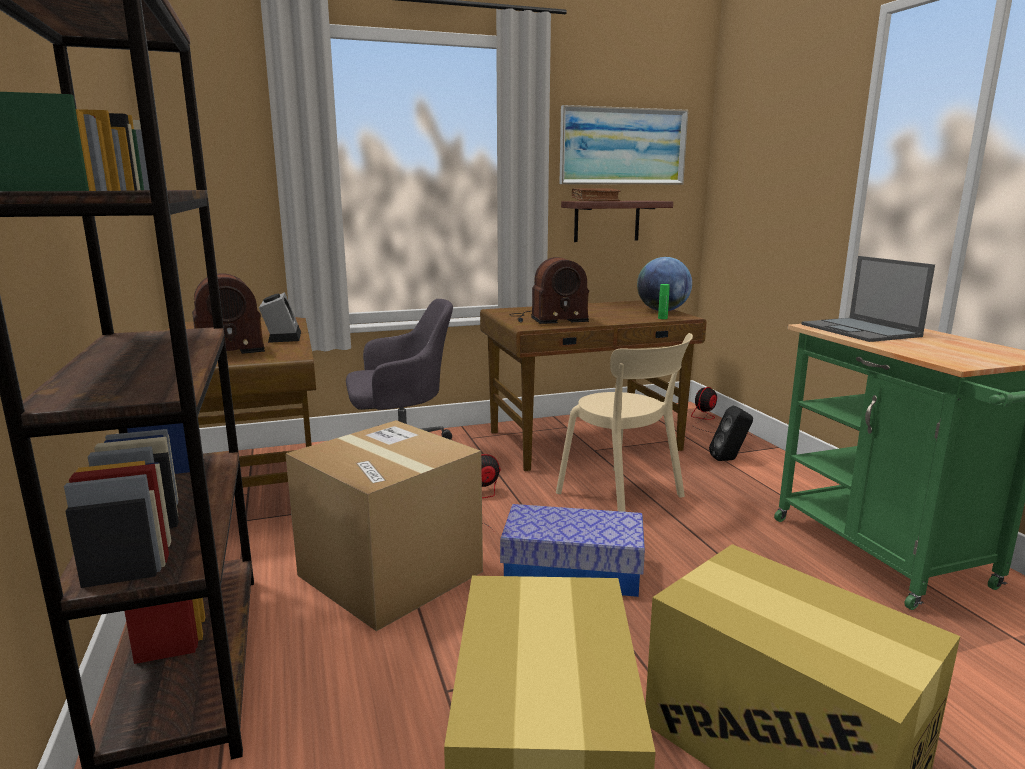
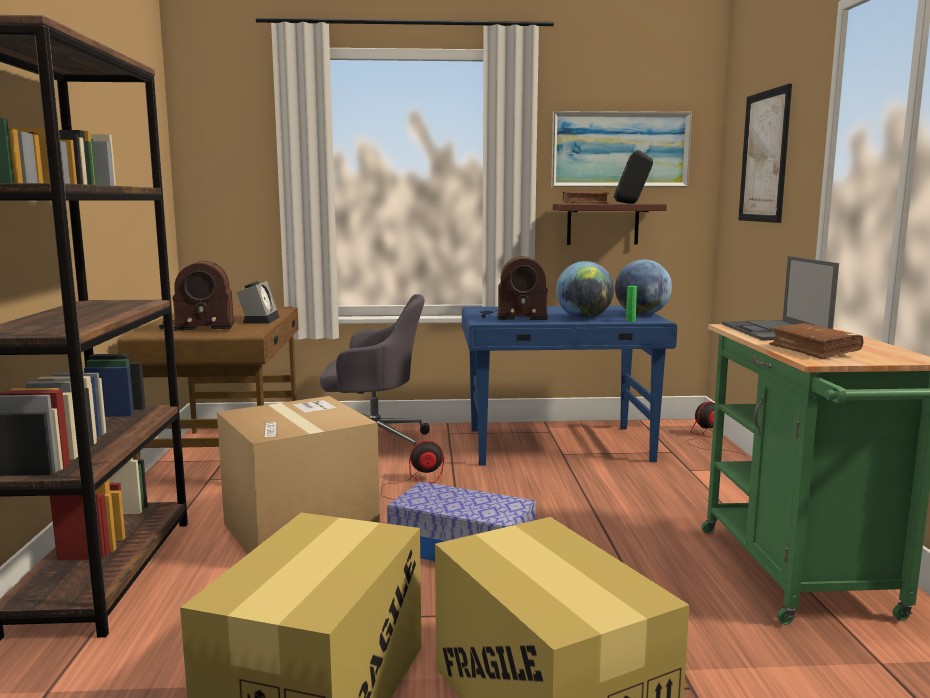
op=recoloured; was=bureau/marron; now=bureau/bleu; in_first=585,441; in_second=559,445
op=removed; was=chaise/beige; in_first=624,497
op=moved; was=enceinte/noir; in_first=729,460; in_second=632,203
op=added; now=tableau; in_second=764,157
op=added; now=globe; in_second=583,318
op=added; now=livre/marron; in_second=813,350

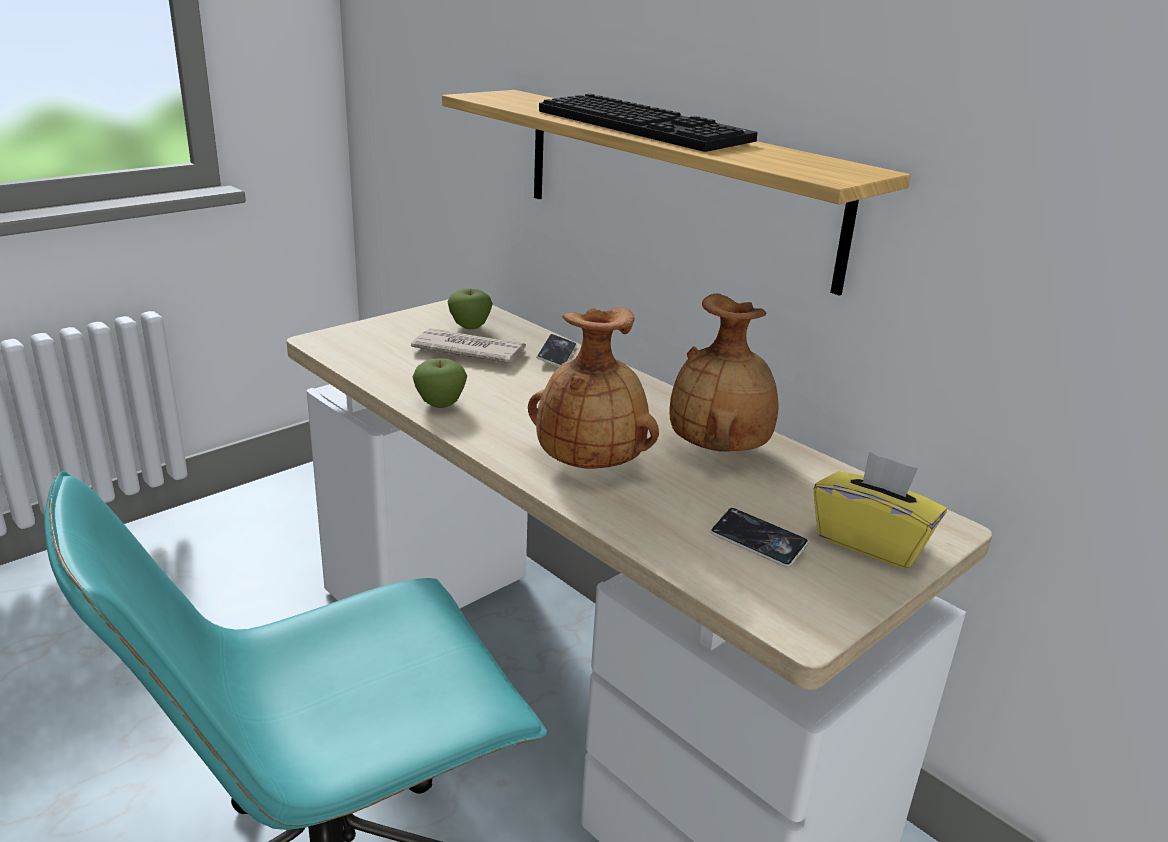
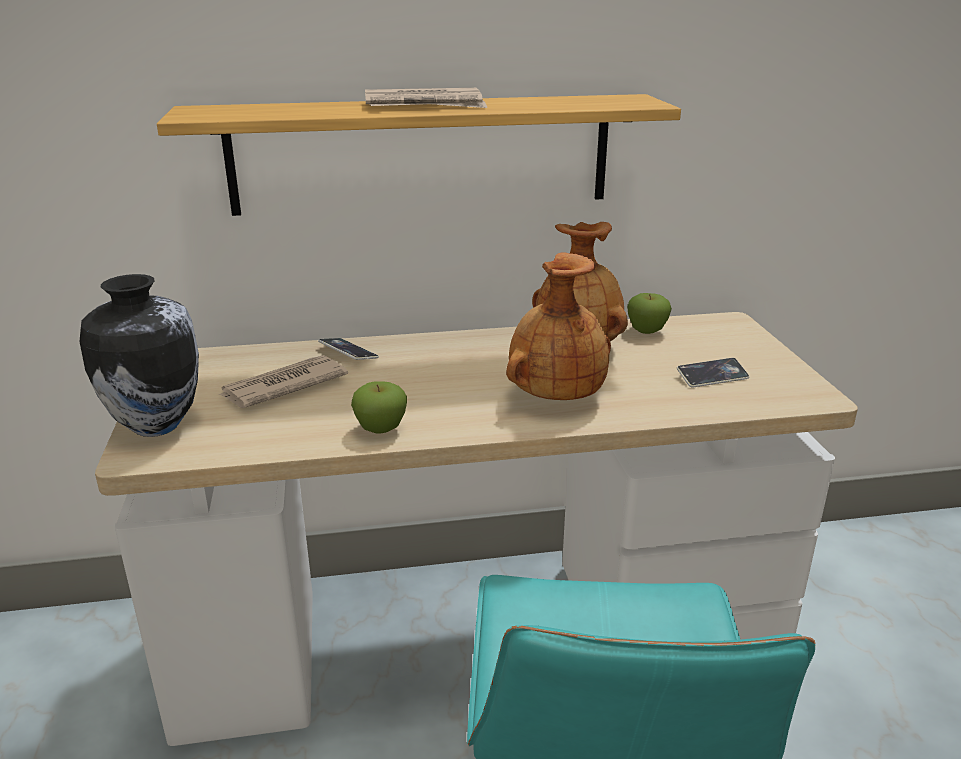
op=replaced; was=clavier; now=journal; in_first=645,127; in_second=425,105
op=moved; was=pomme; in_first=470,327; in_second=646,331
op=removed; was=boîte à mouchoirs/jaune; in_first=871,542
op=added; now=vase; in_second=156,425

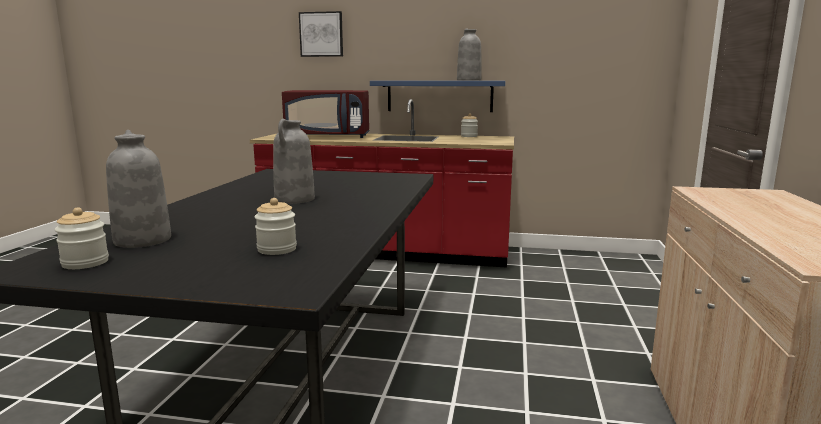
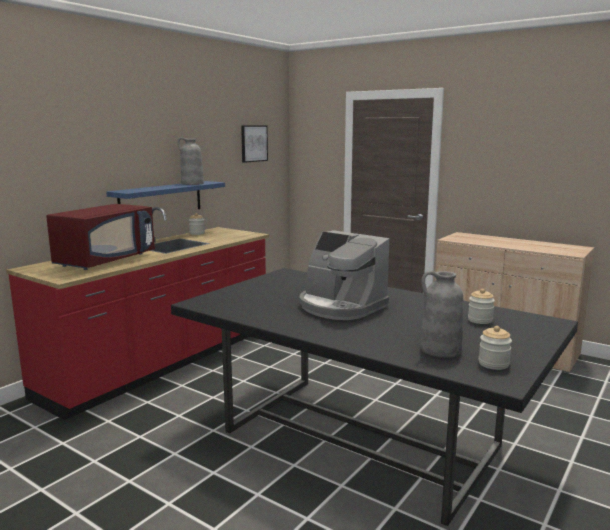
op=moved; was=tableau; in_first=321,34; in_second=253,143
op=replaced; was=vase/gris; now=machine à café; in_first=294,199; in_second=340,306

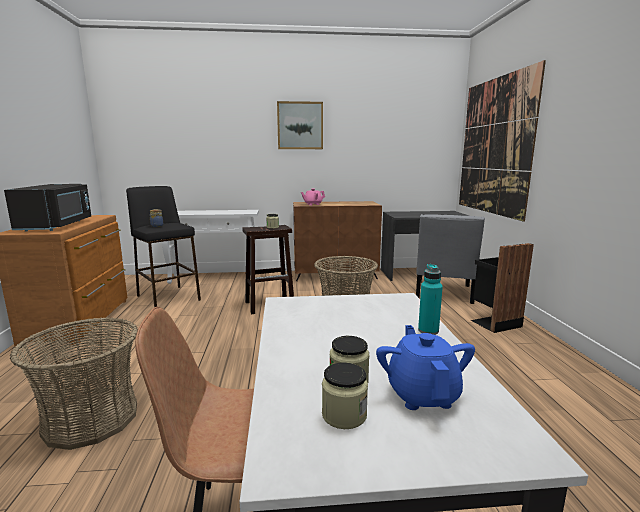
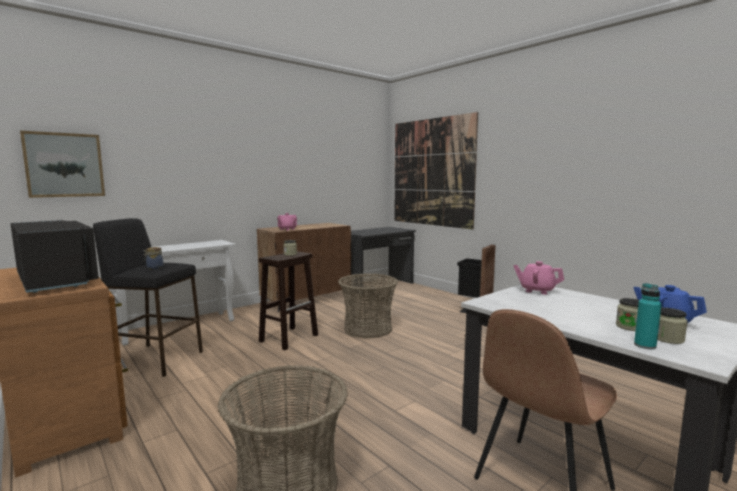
op=moved; was=tableau; in_first=300,126; in_second=64,165
op=removed; was=chaise/gris; in_first=443,293
op=moved; was=bouteille/turquoise; in_first=428,330; in_second=645,345
op=added; now=théière/rose; in_second=537,290

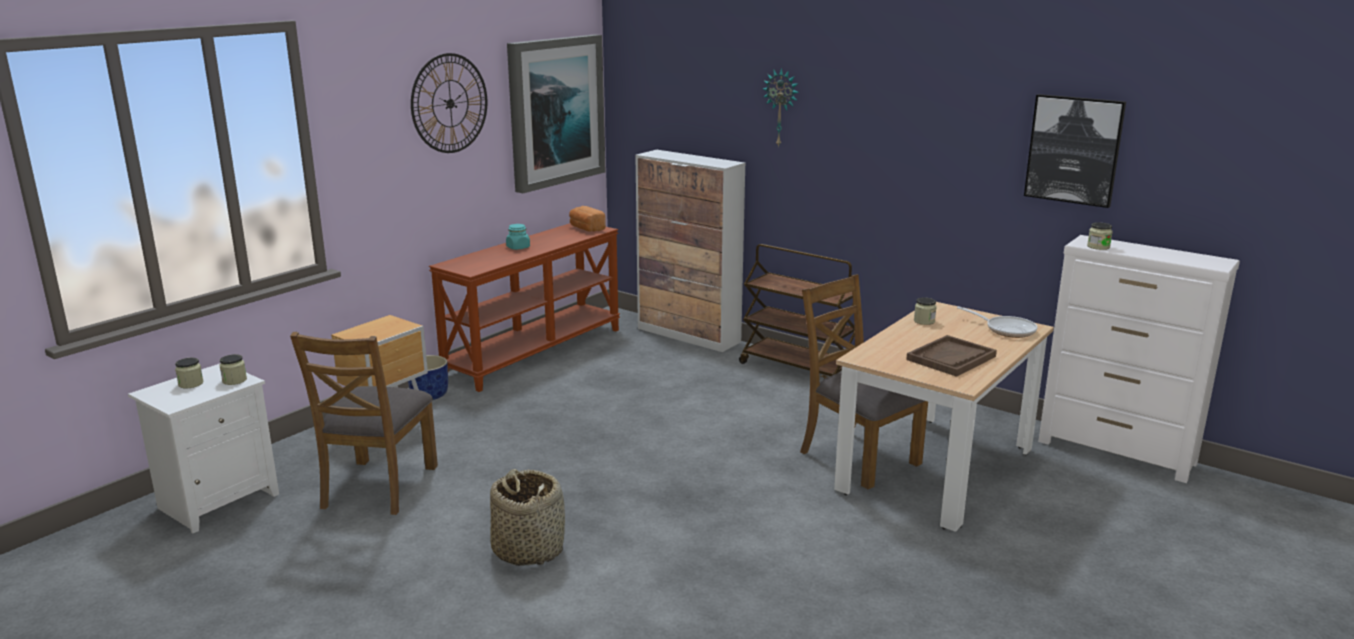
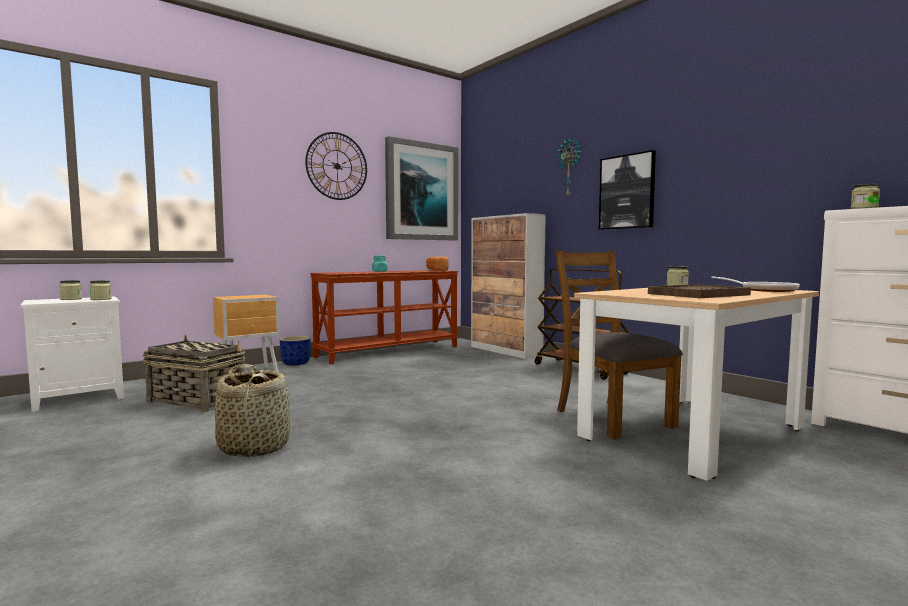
op=moved; was=tableau; in_first=1074,150; in_second=627,192
op=replaced; was=chaise/marron; now=panier; in_first=378,486; in_second=195,400

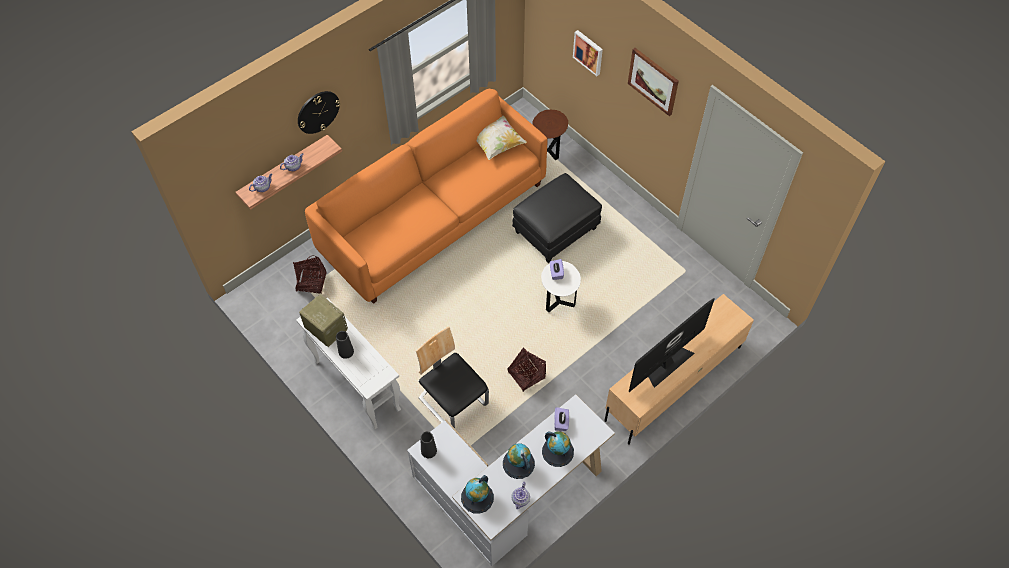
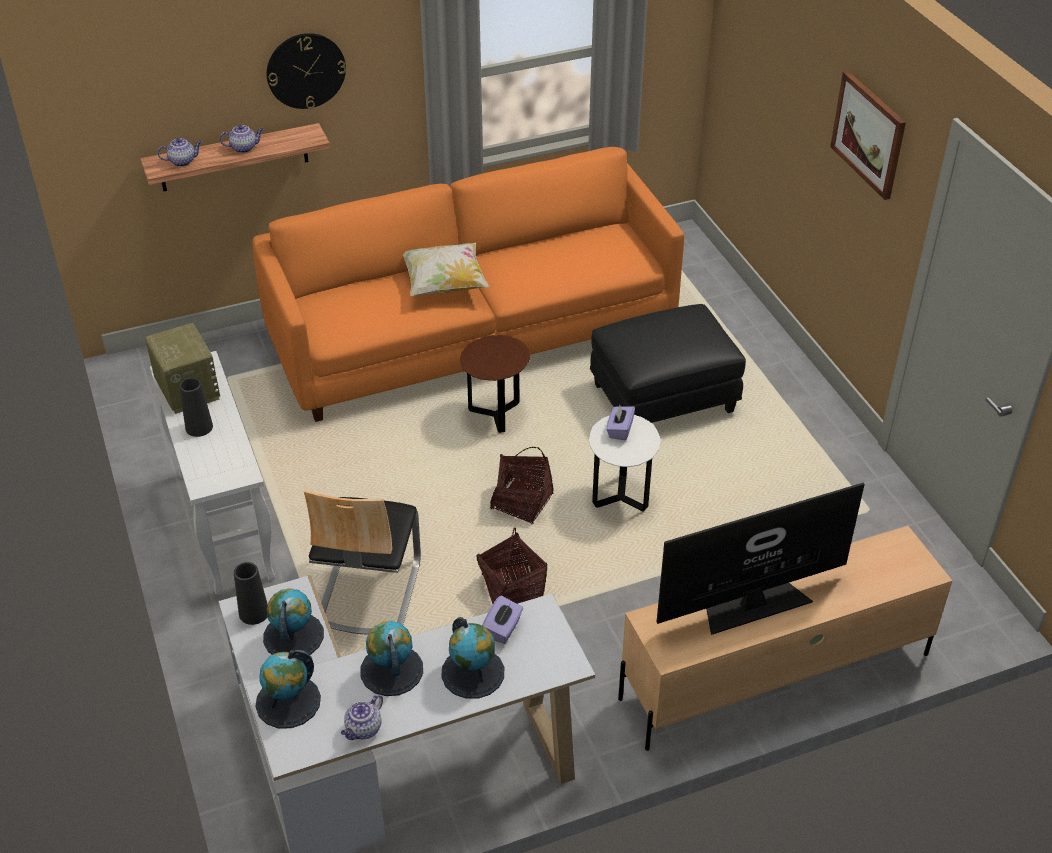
op=removed; was=tableau; in_first=588,52
op=moved; was=table d'appoint/marron; in_first=548,150; in_second=496,415
op=moved; was=coussin; in_first=497,144; in_second=445,284
op=moved; was=panier; in_first=311,282; in_second=521,502
op=turned; was=chaise; in_first=453,401; in_second=368,592; clockwise=-150
op=added; now=globe; in_second=293,636

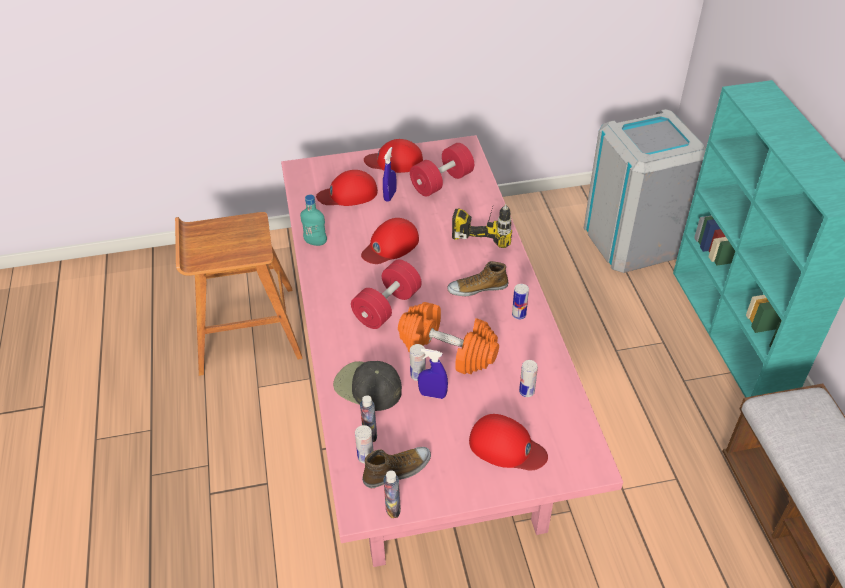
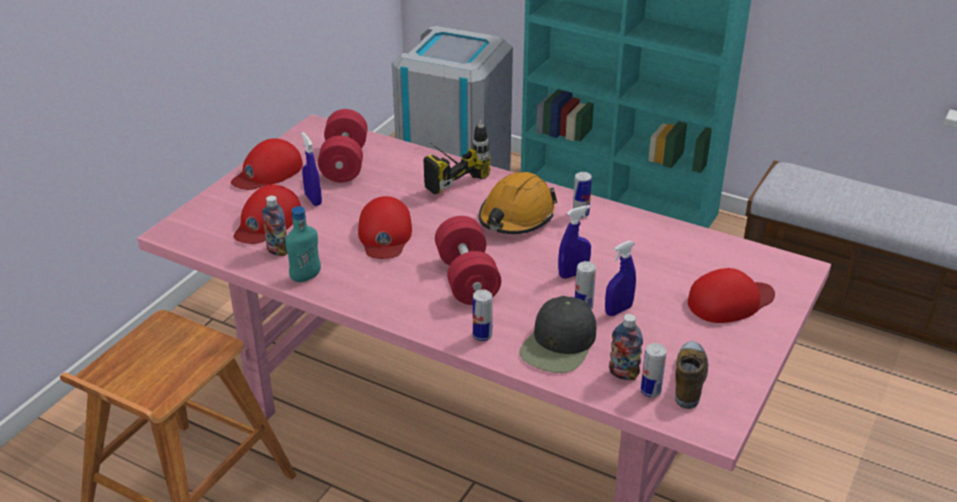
op=replaced; was=chaussure; now=casque de chantier/orange; in_first=477,288; in_second=516,217
op=replaced; was=haltère/orange; now=vaporisateur/bleu; in_first=447,351; in_second=573,274
op=moved; was=boîte métallique; in_first=526,391; in_second=482,336
op=turned; was=casquette/noir; in_first=367,387; in_second=559,345; clockwise=-45
op=moved; was=bouteille; in_first=393,508; in_second=278,251

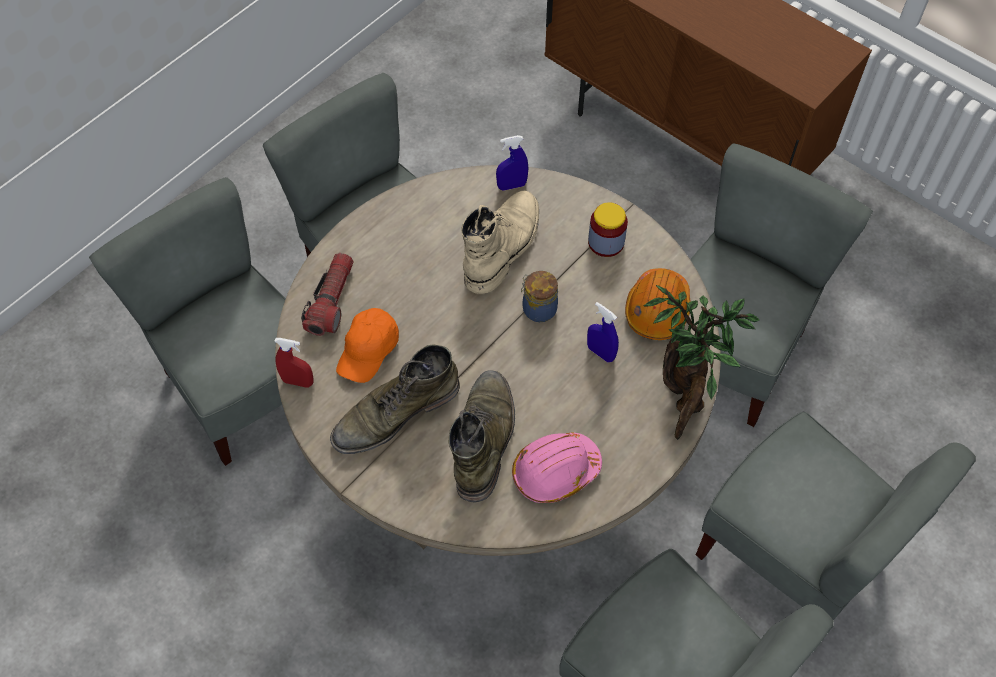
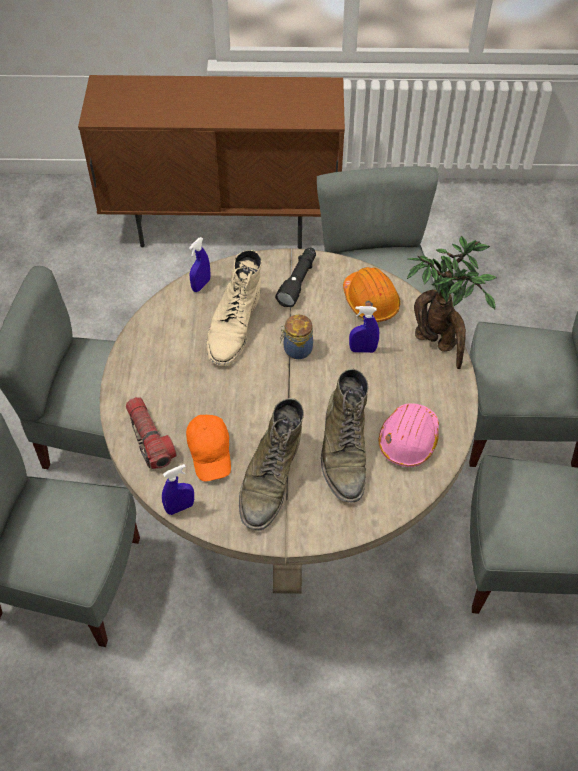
op=turned; was=botte/beige; in_first=503,246; in_second=234,326; clockwise=-150
op=replaced; was=bocal; now=lampe de poche/noir; in_first=606,242; in_second=298,282
op=recoloured; was=vaporisateur/rouge; now=vaporisateur/bleu; in_first=298,381; in_second=180,507
op=turned; was=botte/vert; in_first=484,438; in_second=344,452; clockwise=-150

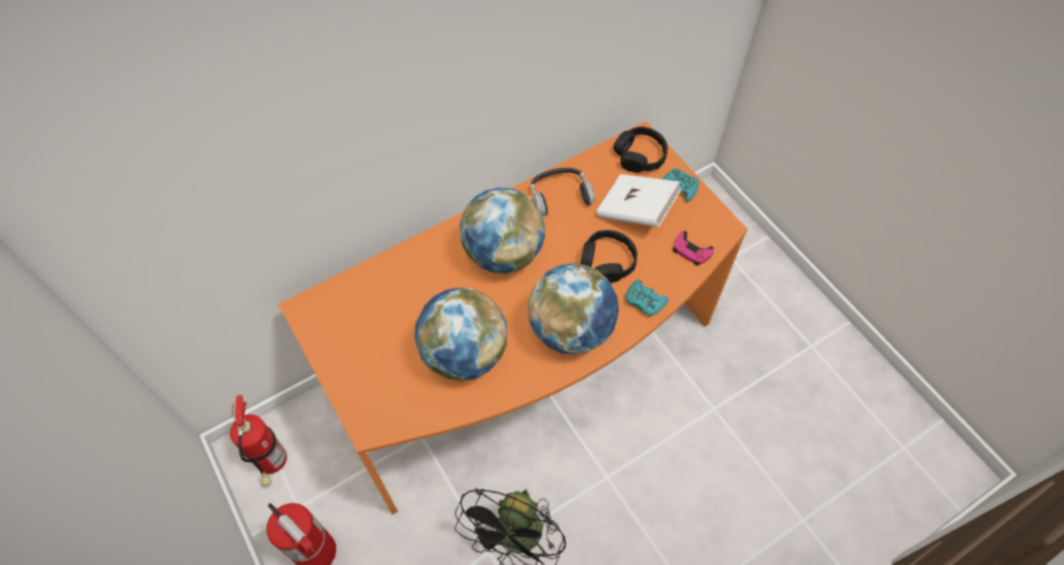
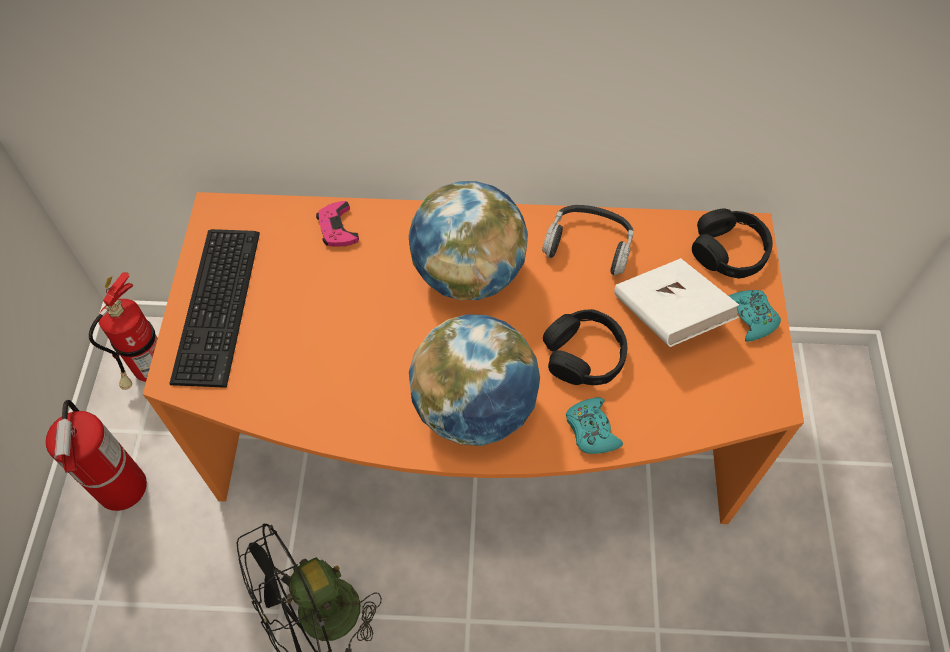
op=moved; was=manette/rose; in_first=691,251; in_second=337,228
op=removed; was=globe; in_first=464,354
op=added; now=clavier; in_second=221,303

